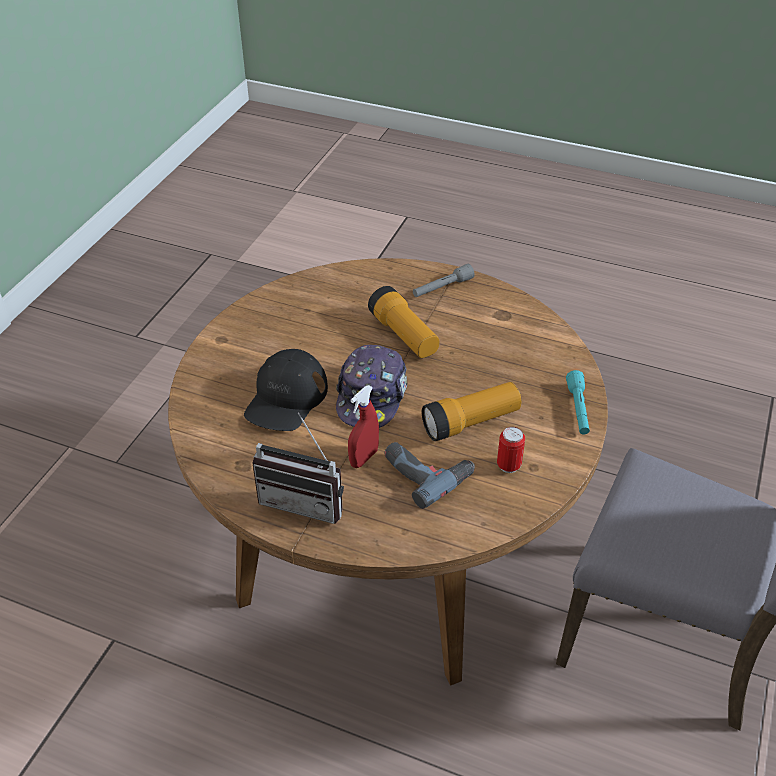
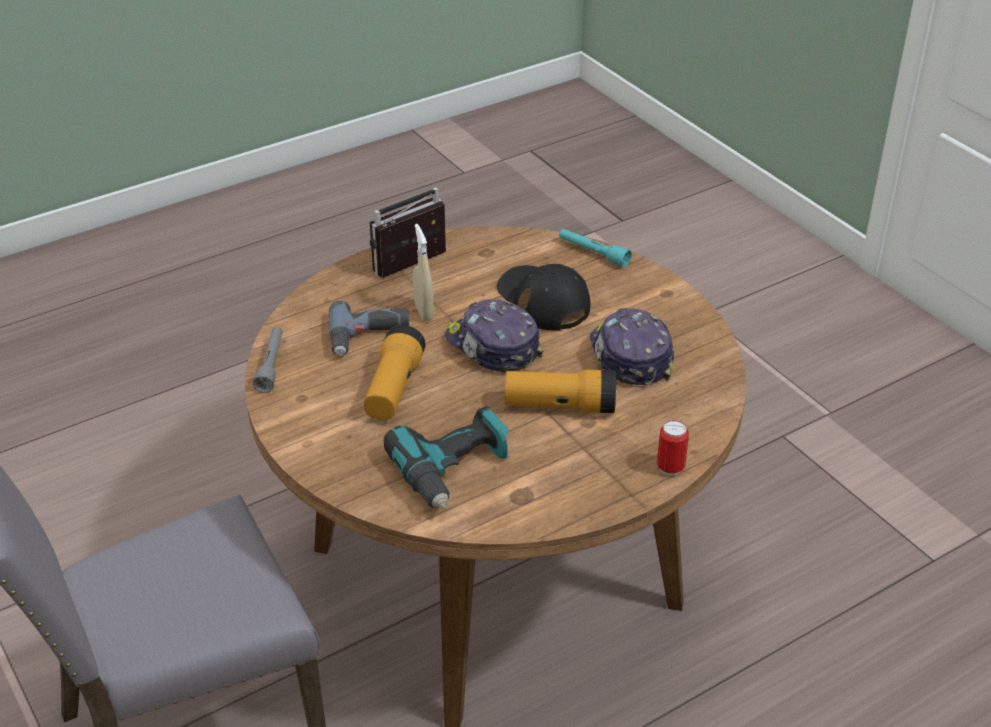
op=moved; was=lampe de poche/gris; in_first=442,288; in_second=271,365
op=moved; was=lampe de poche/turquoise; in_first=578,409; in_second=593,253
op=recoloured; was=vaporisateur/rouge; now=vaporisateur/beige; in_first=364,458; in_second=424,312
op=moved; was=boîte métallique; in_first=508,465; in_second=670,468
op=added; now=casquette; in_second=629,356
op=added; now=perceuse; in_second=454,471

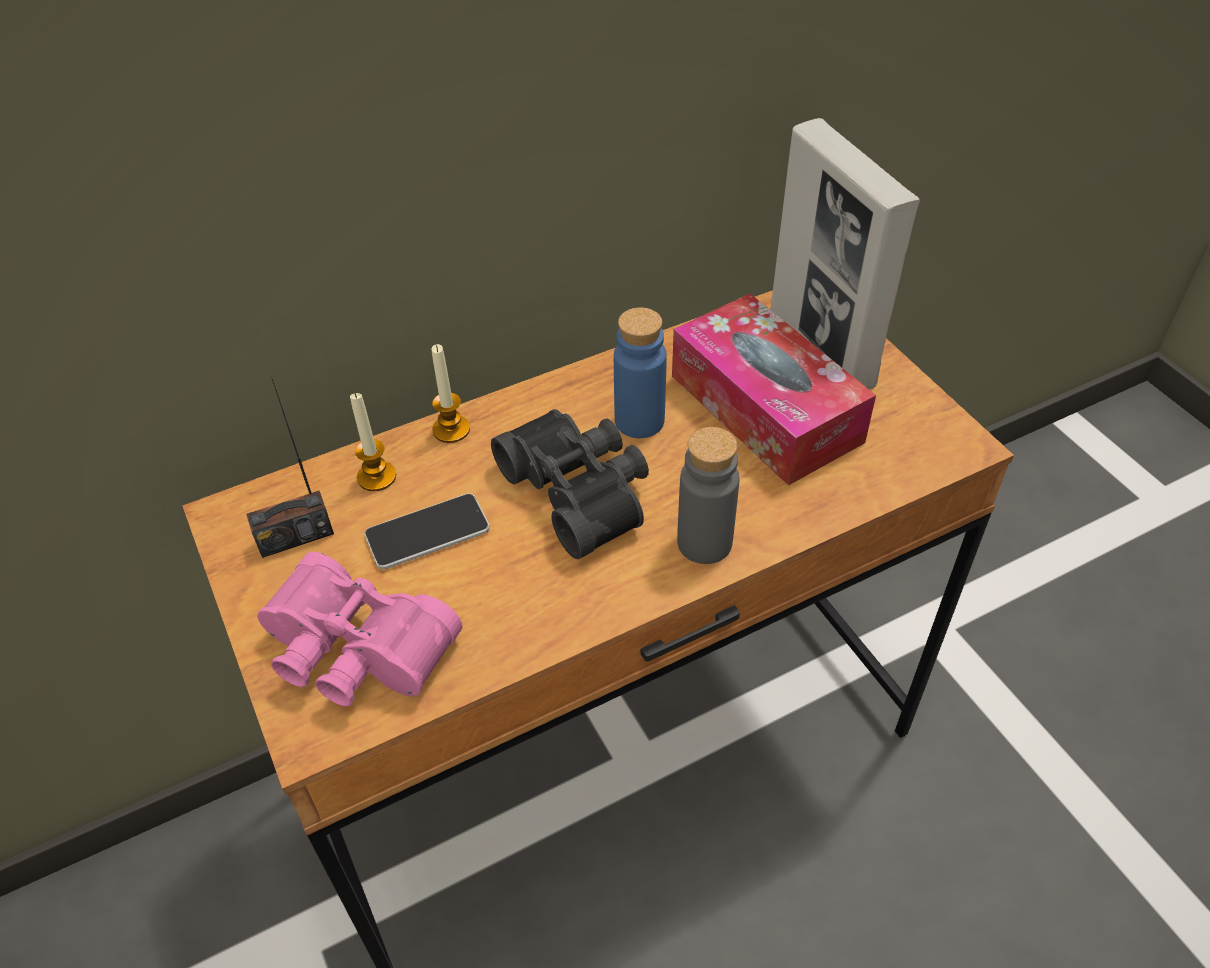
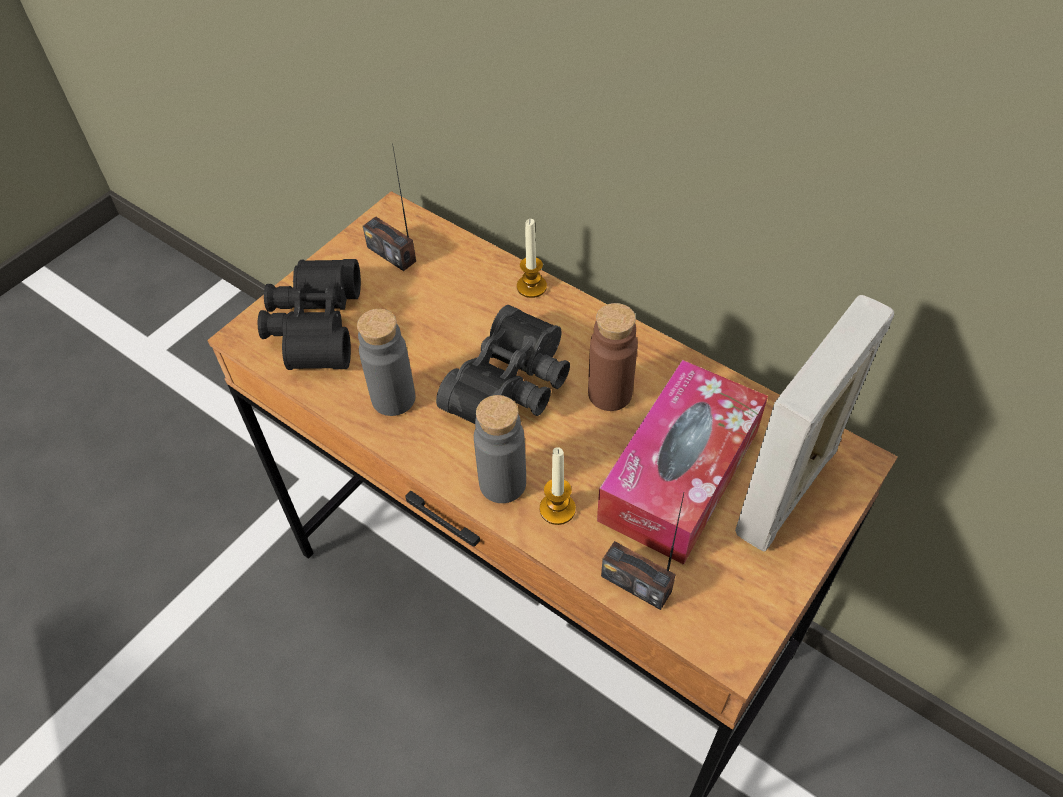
op=recoloured; was=bouteille/bleu; now=bouteille/marron; in_first=639,421; in_second=610,393
op=moved; was=bougie; in_first=377,477; in_second=557,509
op=removed; was=téléphone; in_first=427,533
op=recoloured; was=jumelles/rose; now=jumelles/noir; in_first=354,654; in_second=312,326
op=added; now=bouteille/gris; in_second=393,398
op=added; now=radio; in_second=636,583

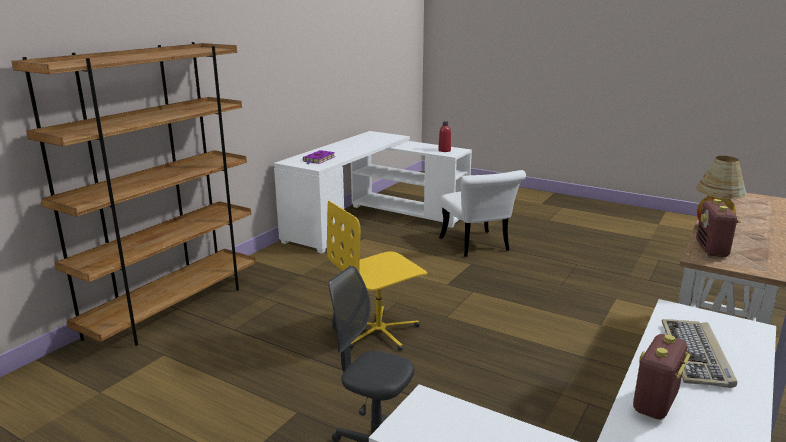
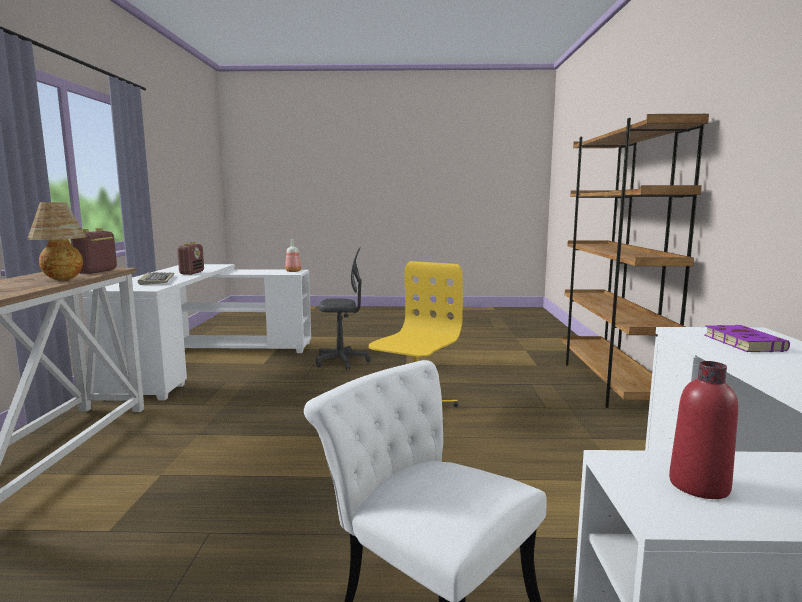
op=turned; was=radio; in_first=712,249; in_second=96,271; clockwise=-150
op=added; now=bouteille; in_second=294,271

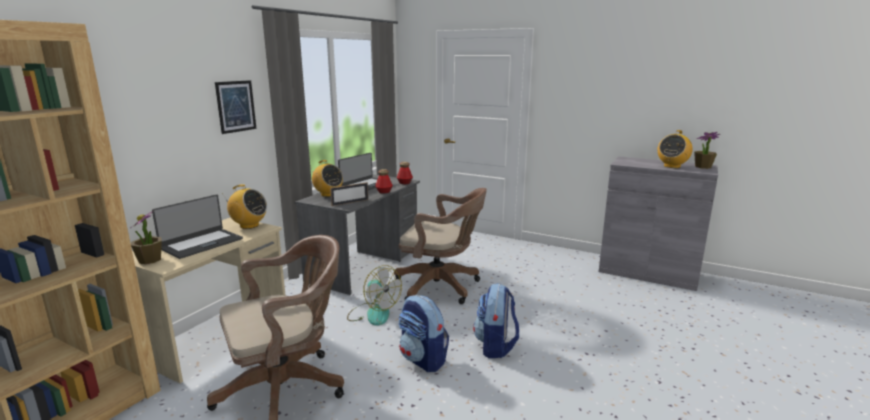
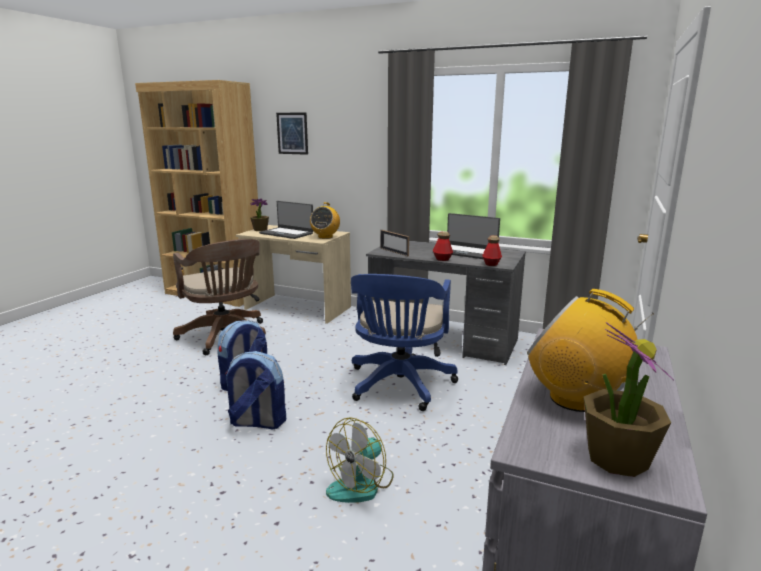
op=moved; was=tableau; in_first=236,106; in_second=292,133
op=removed; was=radio; in_first=328,194
op=recoloured; was=chaise de bureau/marron; now=chaise de bureau/bleu; in_first=441,287; in_second=399,386
op=moved; was=ventilateur; in_first=373,313; in_second=361,484

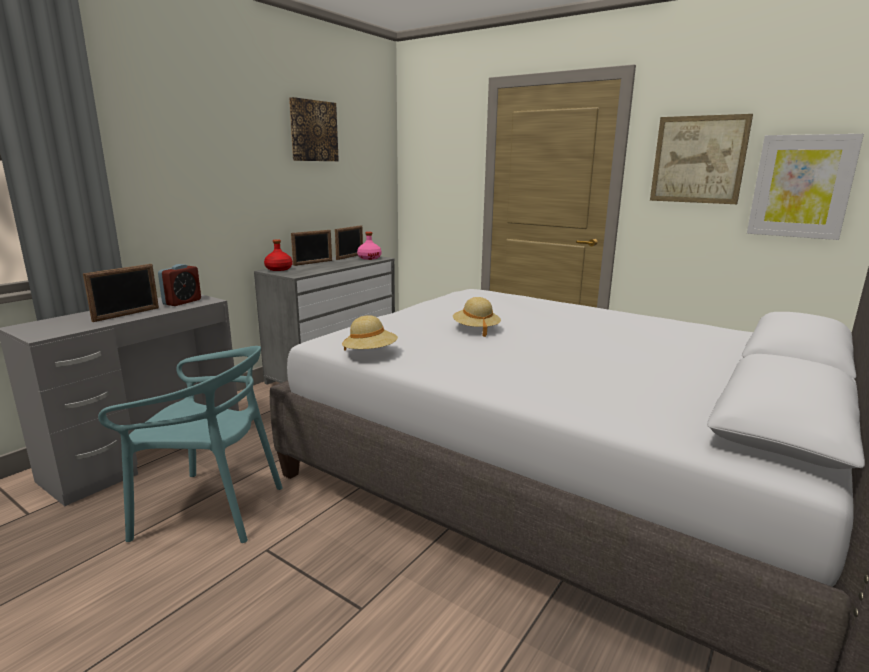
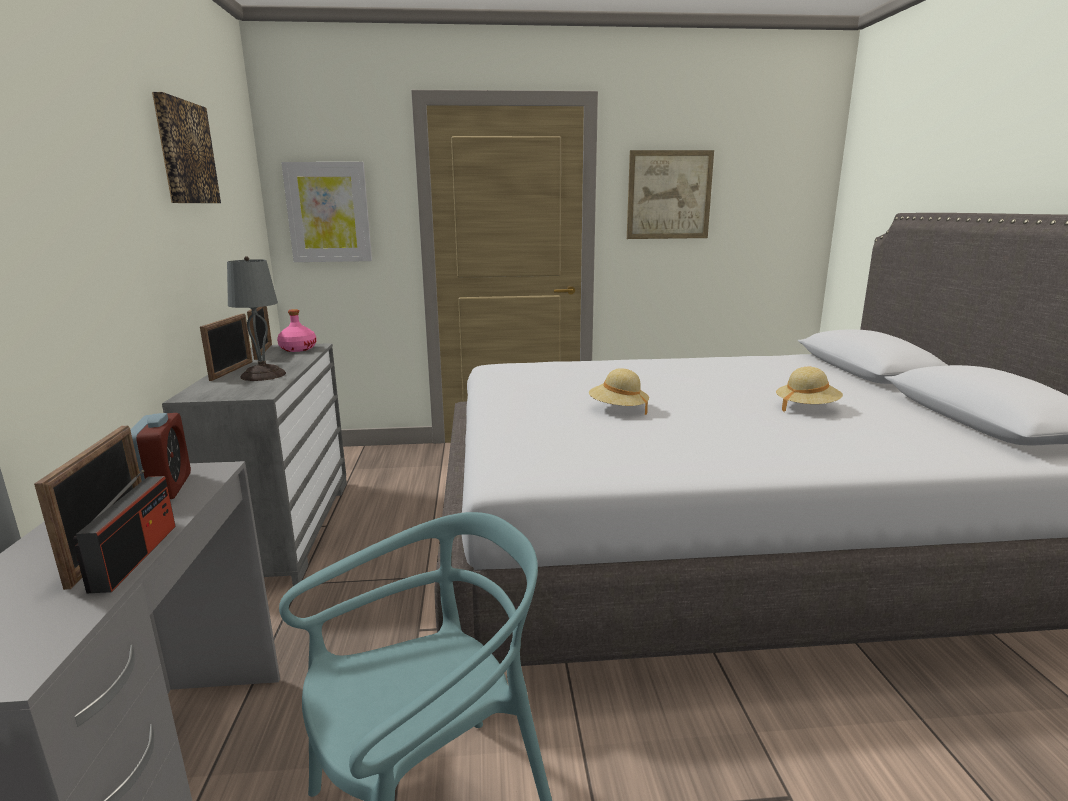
op=moved; was=tableau; in_first=801,186; in_second=328,212
op=removed; was=bouteille/rouge; in_first=279,269
op=moved; was=chapeau/beige; in_first=370,353; in_second=806,407
op=added; now=lampe de table/gris; in_second=264,375
op=added; now=radio; in_second=135,556

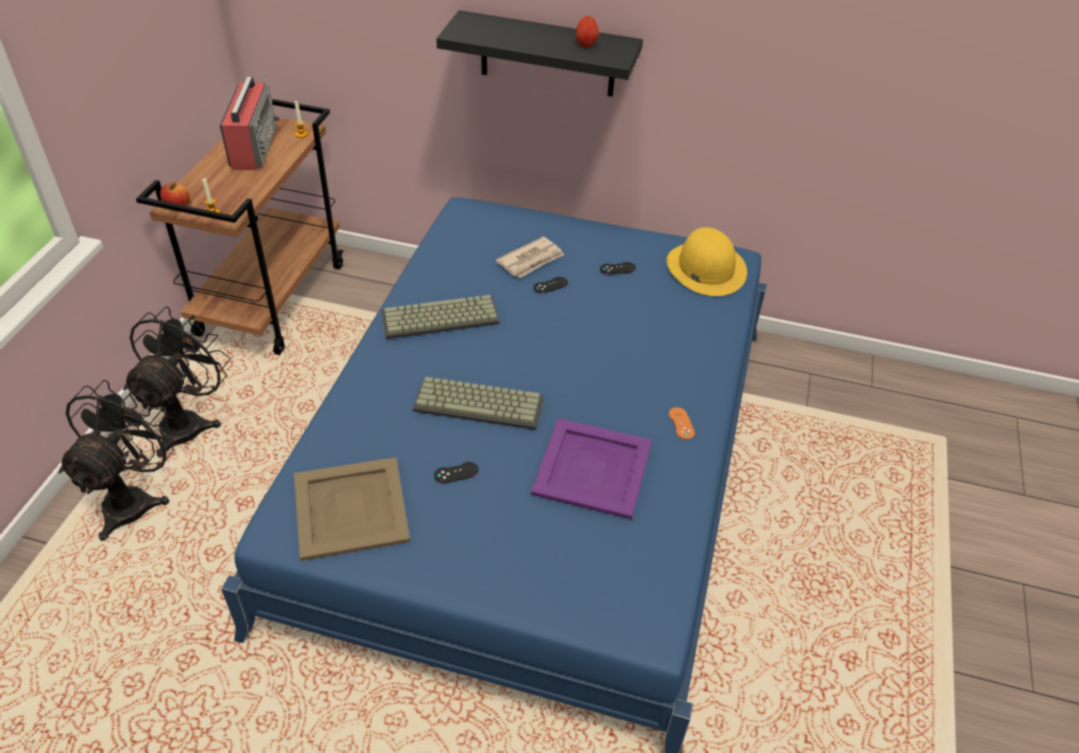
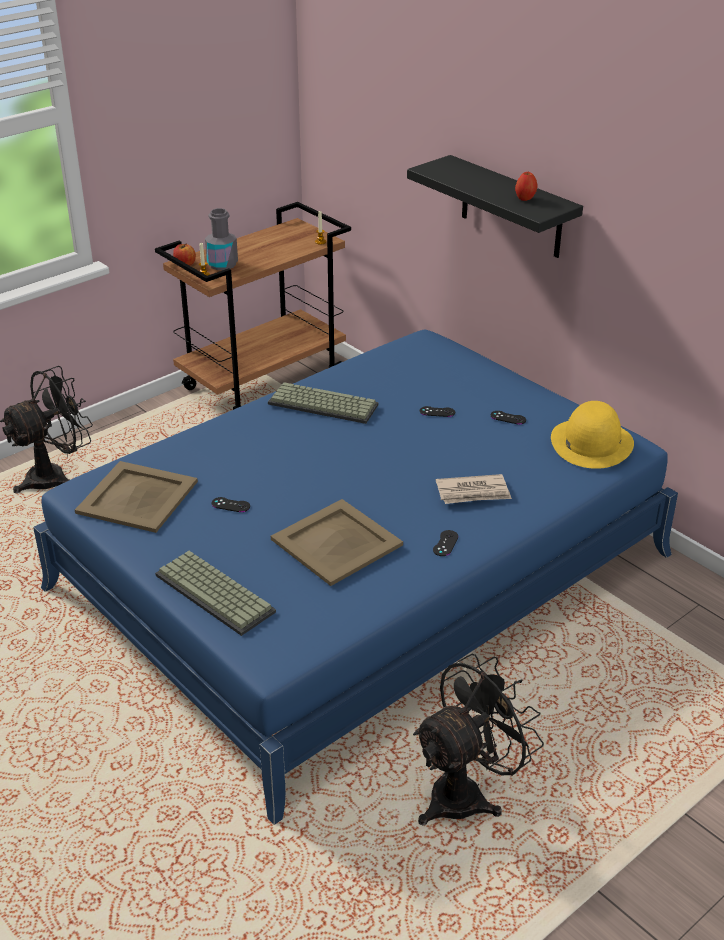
op=removed; was=radio; in_first=254,146
op=moved; was=journal; in_first=531,260; in_second=473,492
op=moved; was=ventilateur/noir; in_first=189,422; in_second=467,793
op=moved; was=clavier; in_first=480,403; in_second=217,593
op=recoloured; was=manette/orange; now=manette/noir; in_first=681,423; in_second=445,543
op=recoloured; was=plateau/violet; now=plateau/beige; in_first=591,468; in_second=335,542
op=added; now=bouteille/gris; in_second=222,264

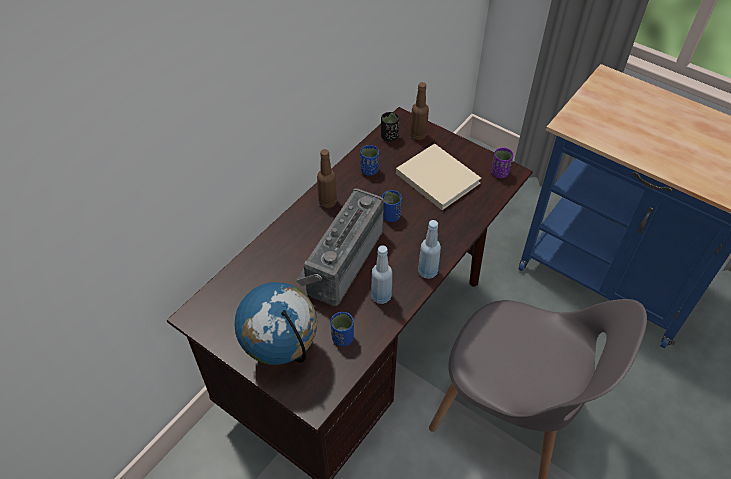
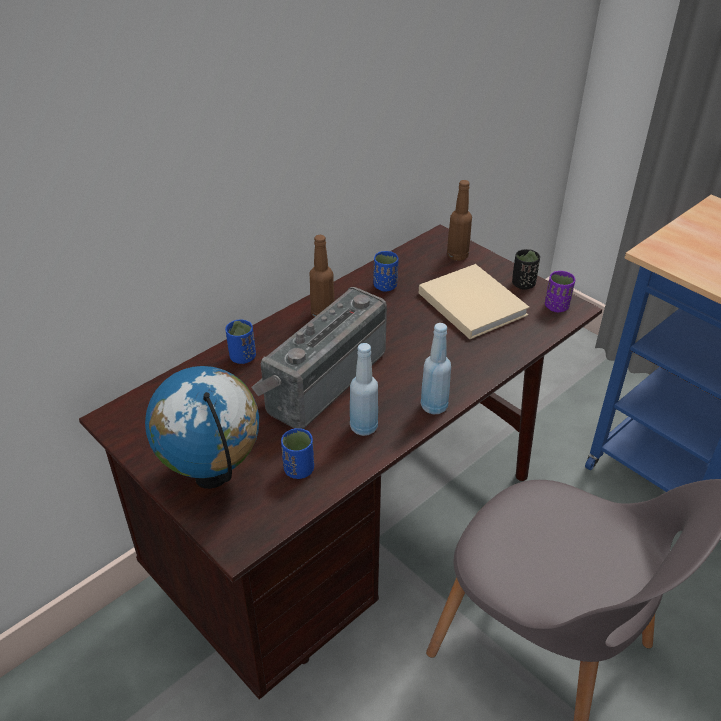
op=moved; was=tasse/noir; in_first=389,137; in_second=523,284
op=moved; was=tasse/bleu; in_first=391,216; in_second=242,357

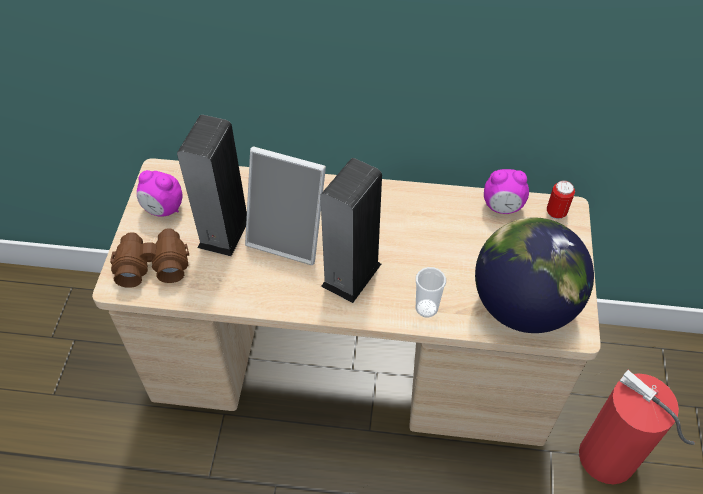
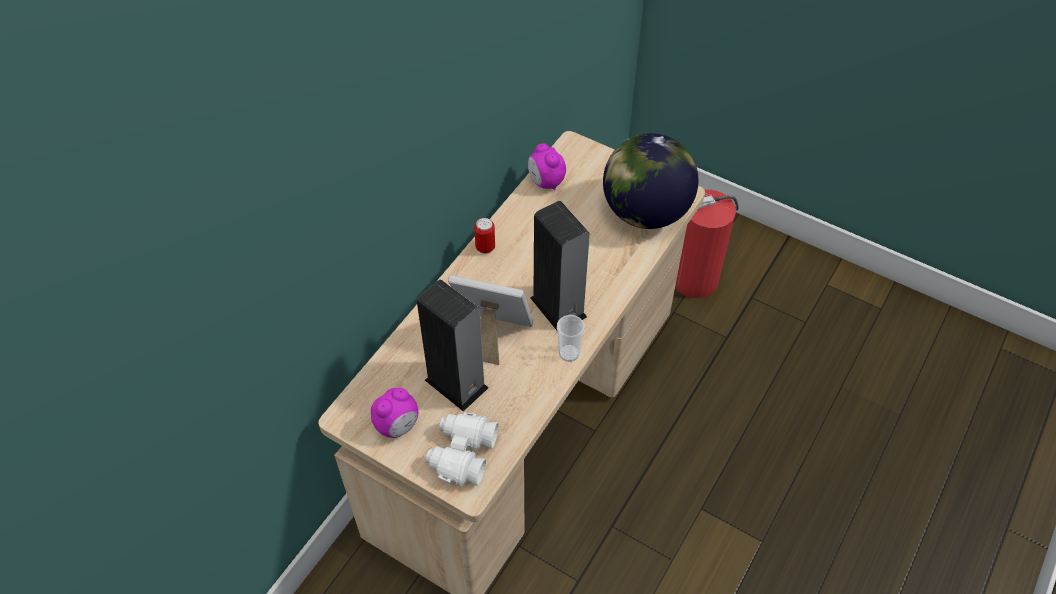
op=turned; was=cadre photo; in_first=290,236; in_second=491,336; clockwise=-120
op=turned; was=réveil; in_first=502,207; in_second=545,182; clockwise=120
op=moved; was=boîte métallique; in_first=556,213; in_second=485,248
op=recoloured; was=jumelles/marron; now=jumelles/blanc; in_first=152,264; in_second=462,454
op=moved; was=tasse; in_first=426,308; in_second=569,353

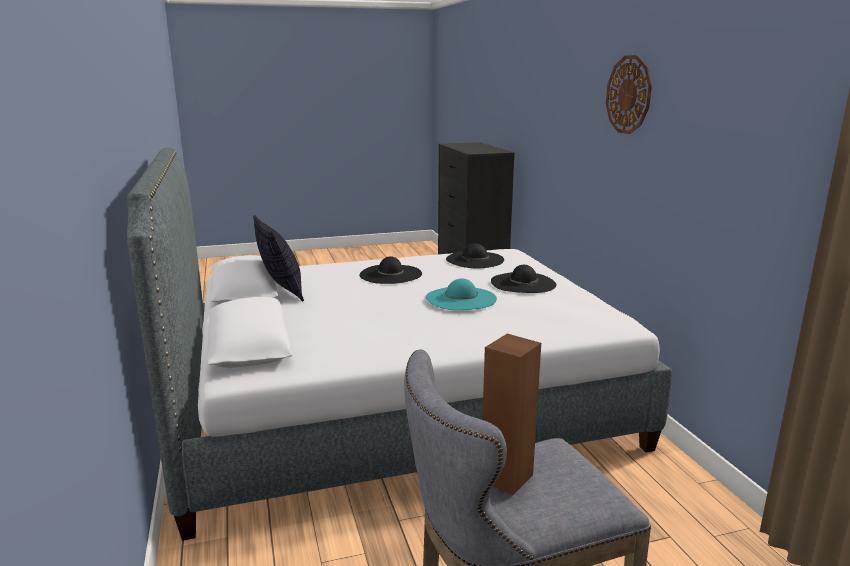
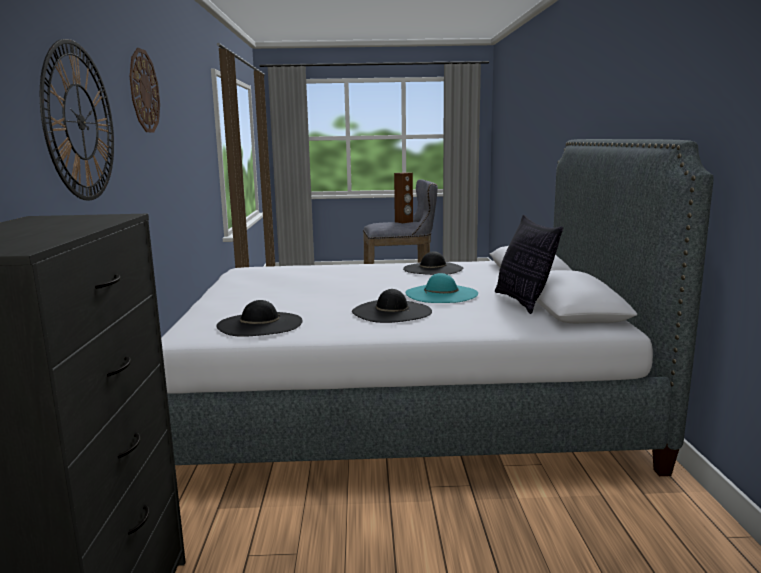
op=moved; was=chapeau/noir; in_first=523,283; in_second=433,269
op=moved; was=chapeau/turquoise; in_first=461,298; in_second=441,294
op=added; now=horloge murale; in_second=80,122

